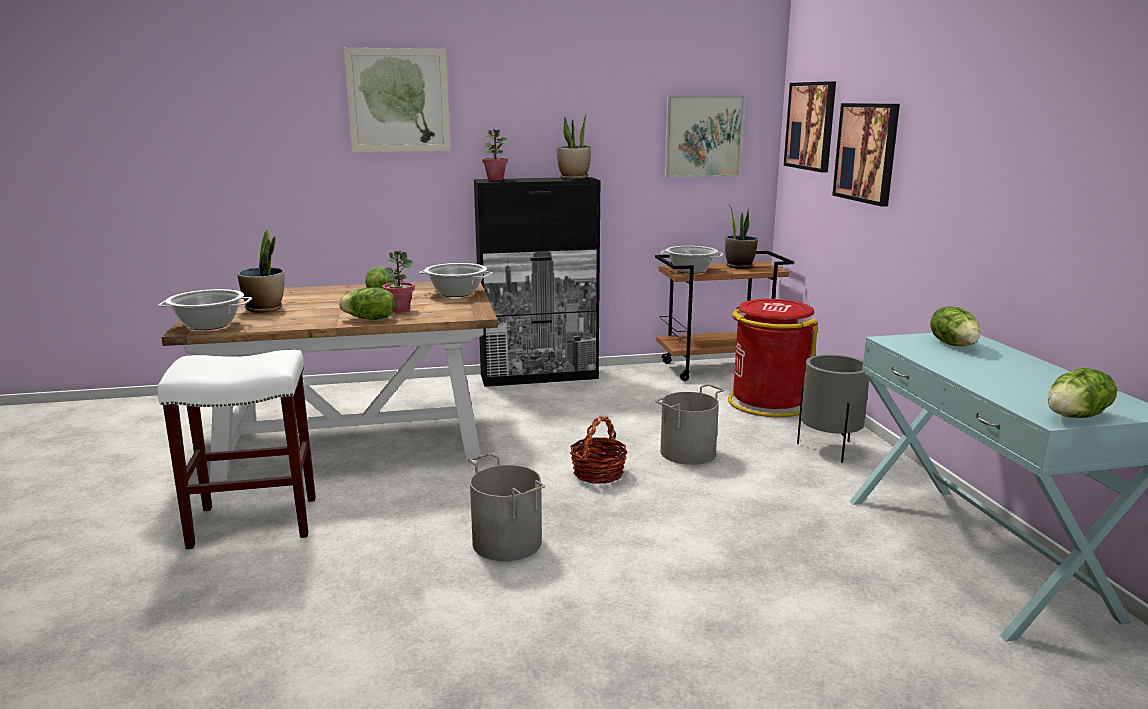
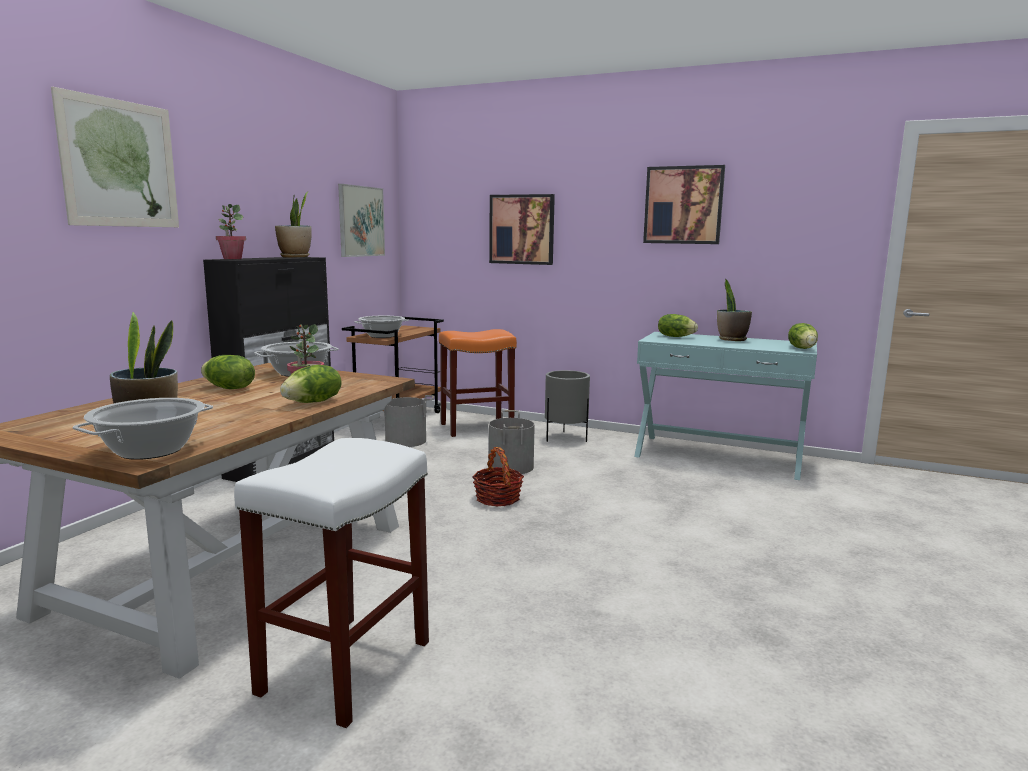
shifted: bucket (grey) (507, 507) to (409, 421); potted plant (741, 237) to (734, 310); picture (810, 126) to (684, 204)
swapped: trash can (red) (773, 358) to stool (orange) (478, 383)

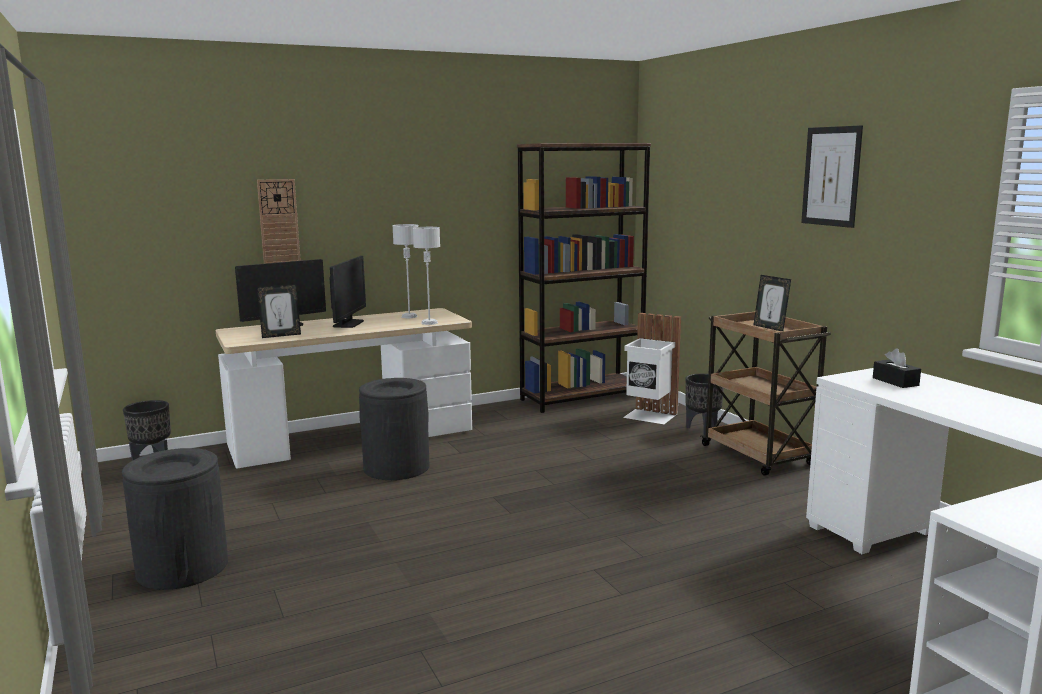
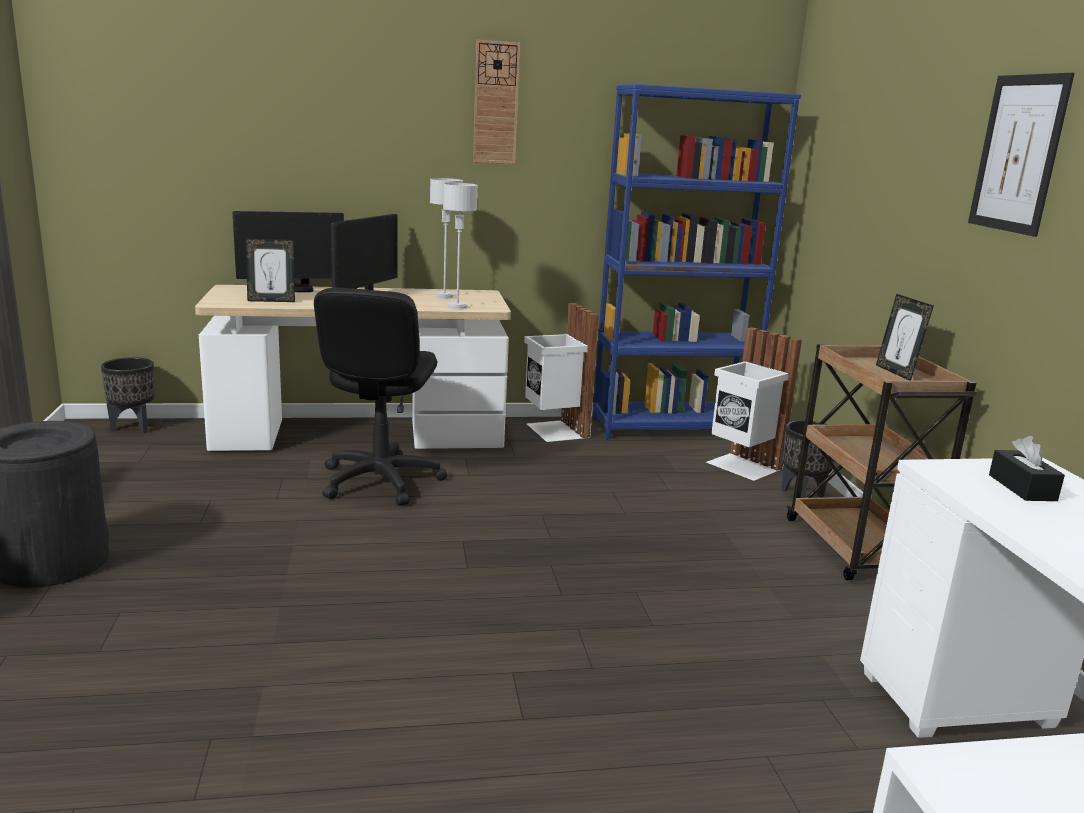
new: trash can (white) (561, 372)
shifted: wall clock (279, 221) to (496, 102)
swapped: trash can (black) (394, 429) to office chair (black) (380, 396)
repainted: bookcase (brown) (584, 278) to bookcase (blue) (696, 261)

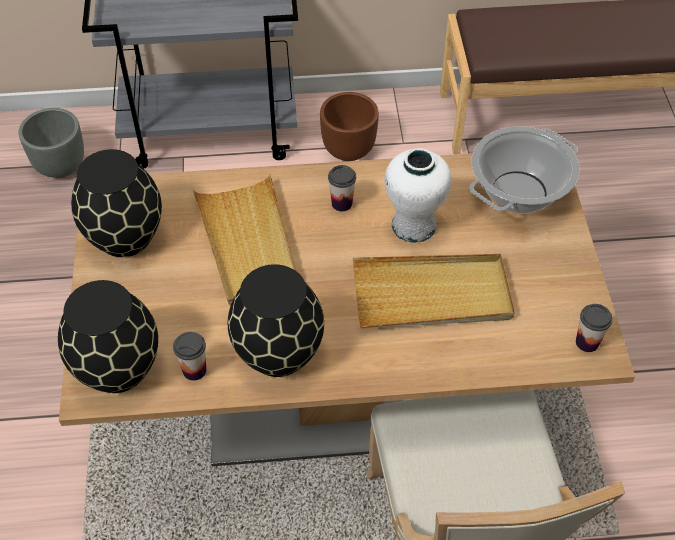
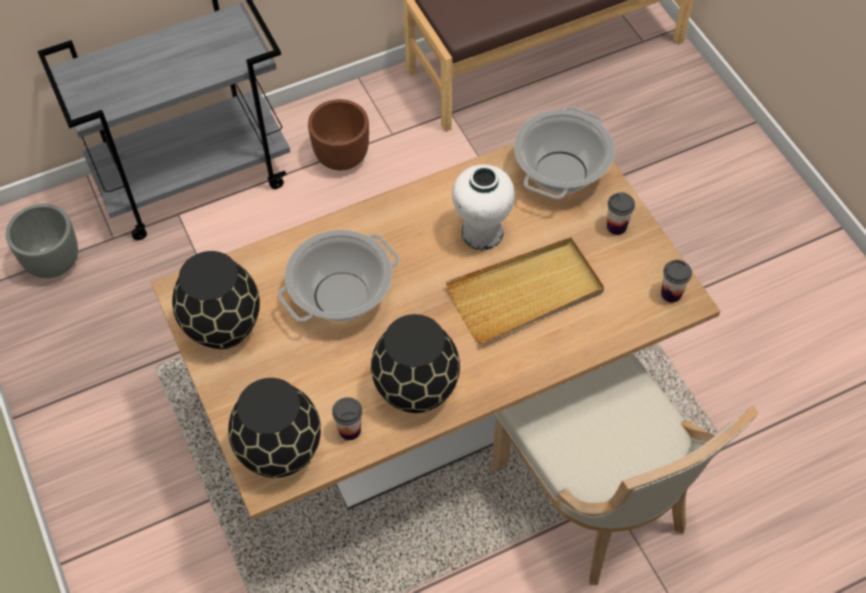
shifted: cup (342, 188) to (621, 213)
swapped: tray (beige) (245, 239) to cooking pot (338, 276)

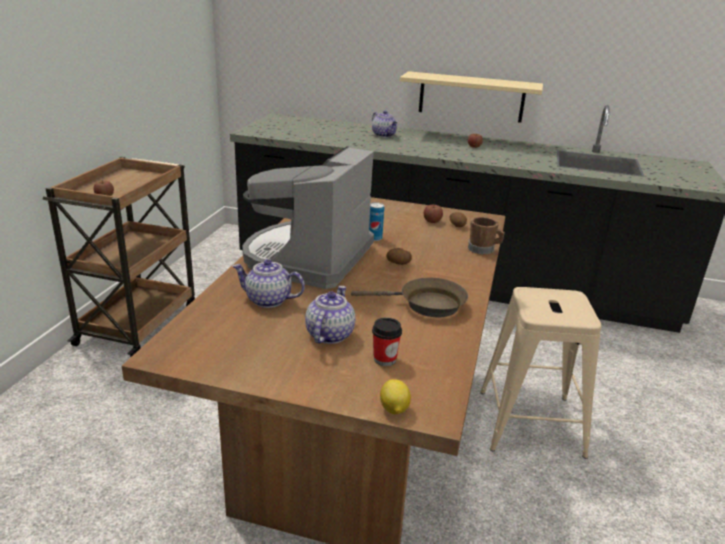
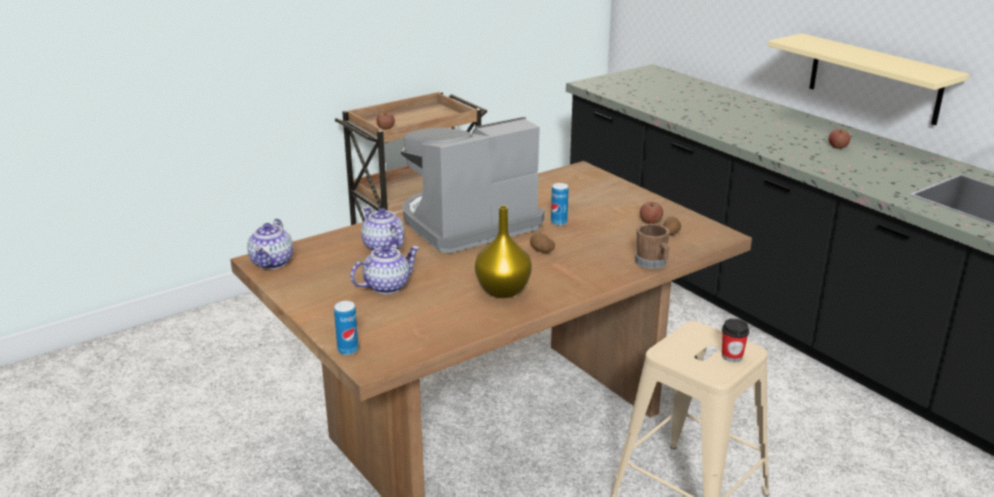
shifted: teapot (385, 123) to (270, 244); cup (387, 342) to (736, 340)
swapped: frying pan (brown) (409, 297) to vase (yellow) (503, 252); lemon (395, 396) to can (346, 328)

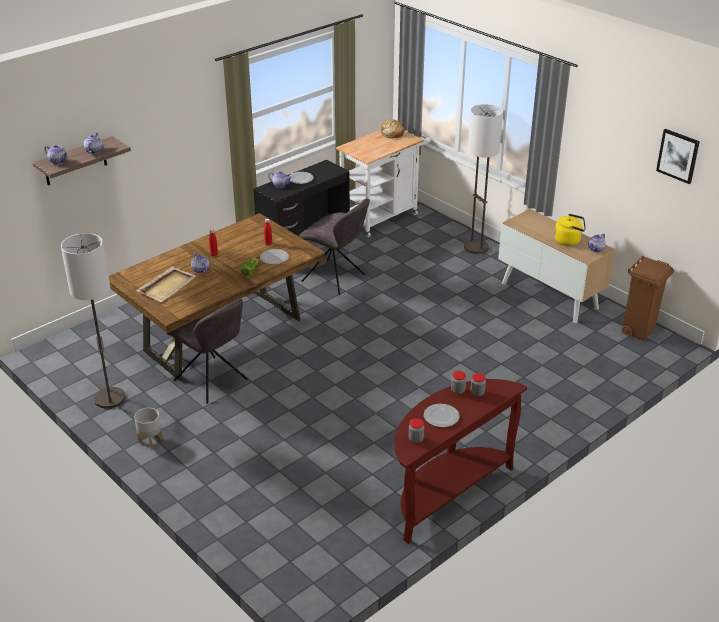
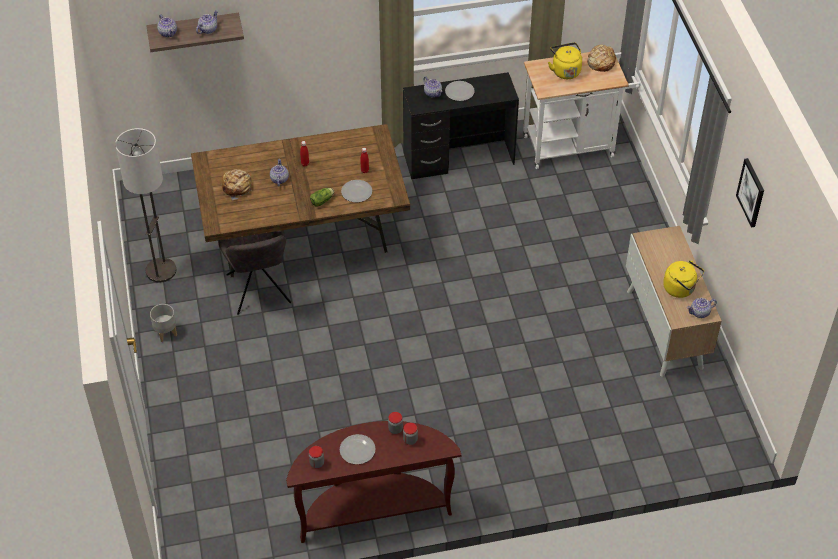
gone: chair (grey) (334, 246); floor lamp (483, 179); trash can (brown) (648, 298)
new: kettle (yellow) (565, 60)
shifted: picture (678, 156) to (750, 193)
swapped: tray (beige) (166, 284) to bread (237, 184)

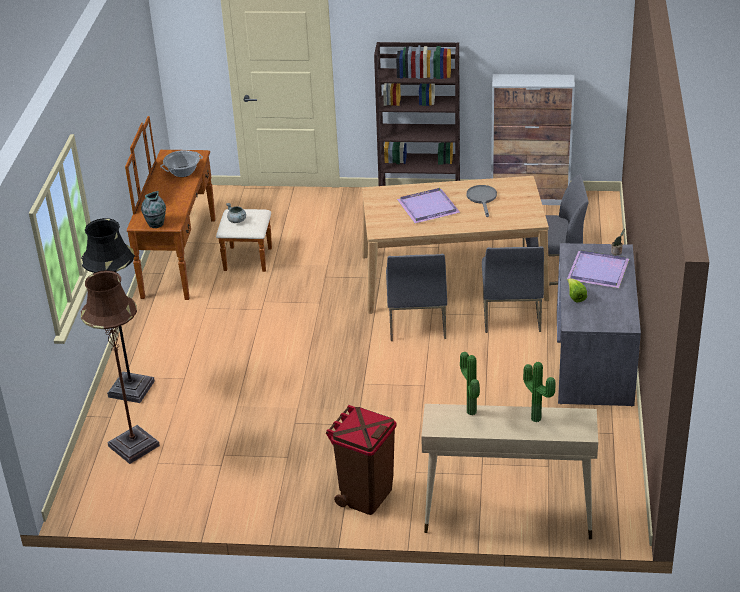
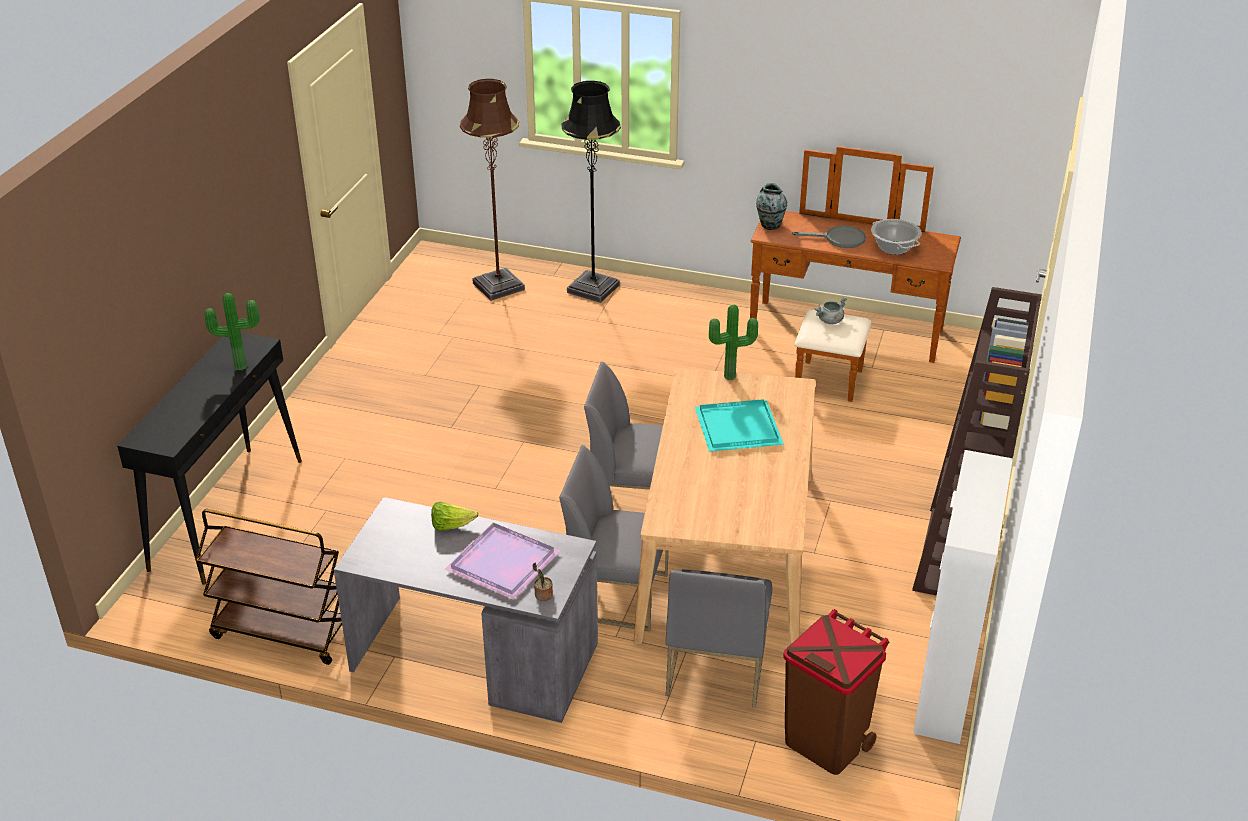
new: cart (brown) (268, 587)
shifted: trash can (brown) (361, 460) to (836, 692); frying pan (grey) (482, 201) to (829, 237); potted plant (539, 392) to (733, 342)
repainted: tray (purple) (428, 205) to tray (turquoise) (739, 425); console table (beige) (509, 472) to console table (black) (209, 458)

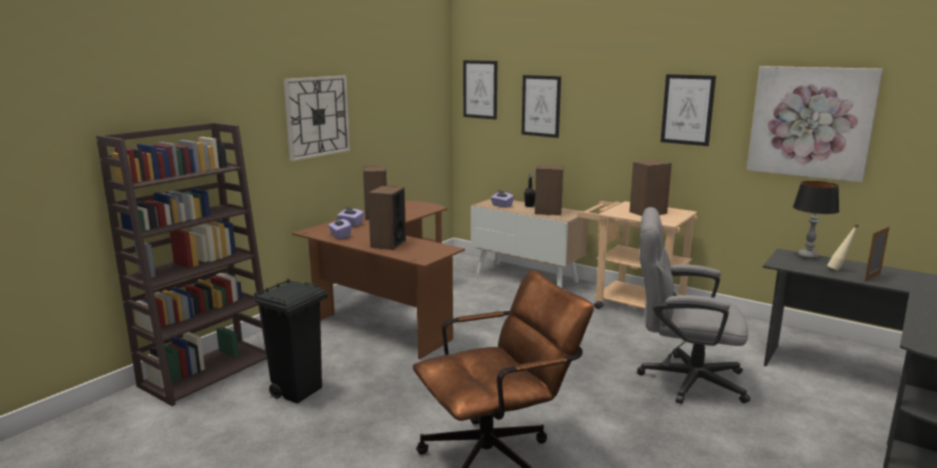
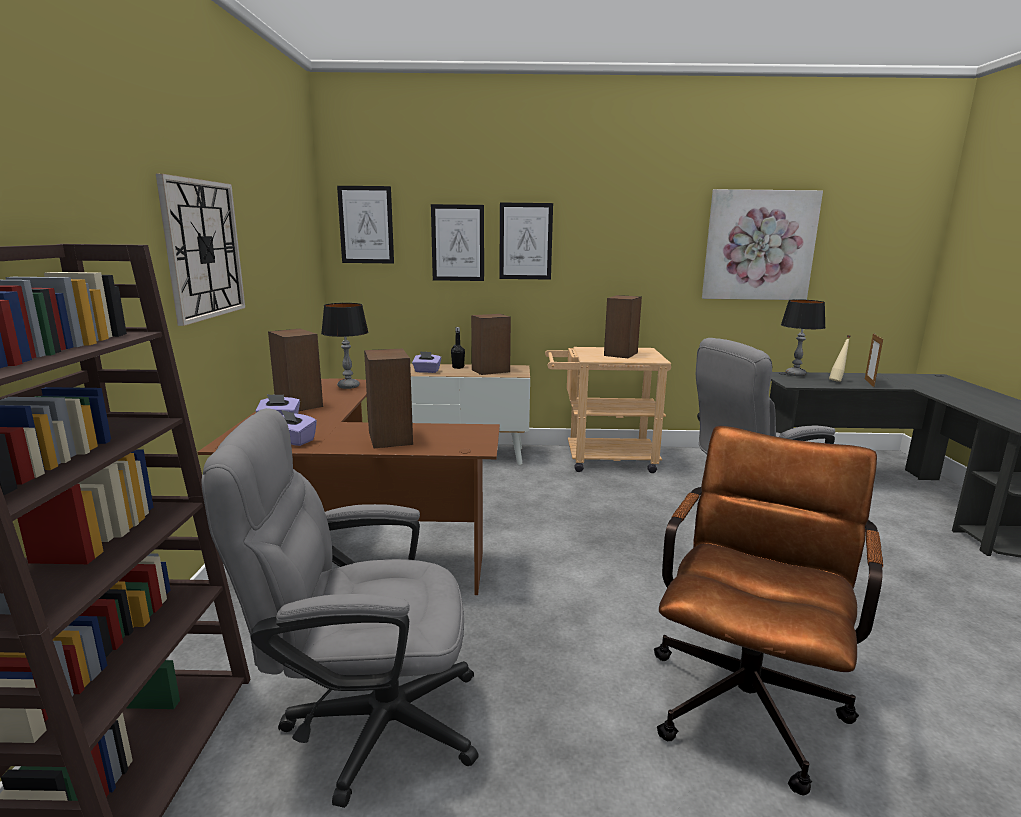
new: table lamp (344, 346)
shifted: picture (688, 110) to (526, 241)
swapped: trash can (black) (290, 341) to office chair (grey) (340, 608)

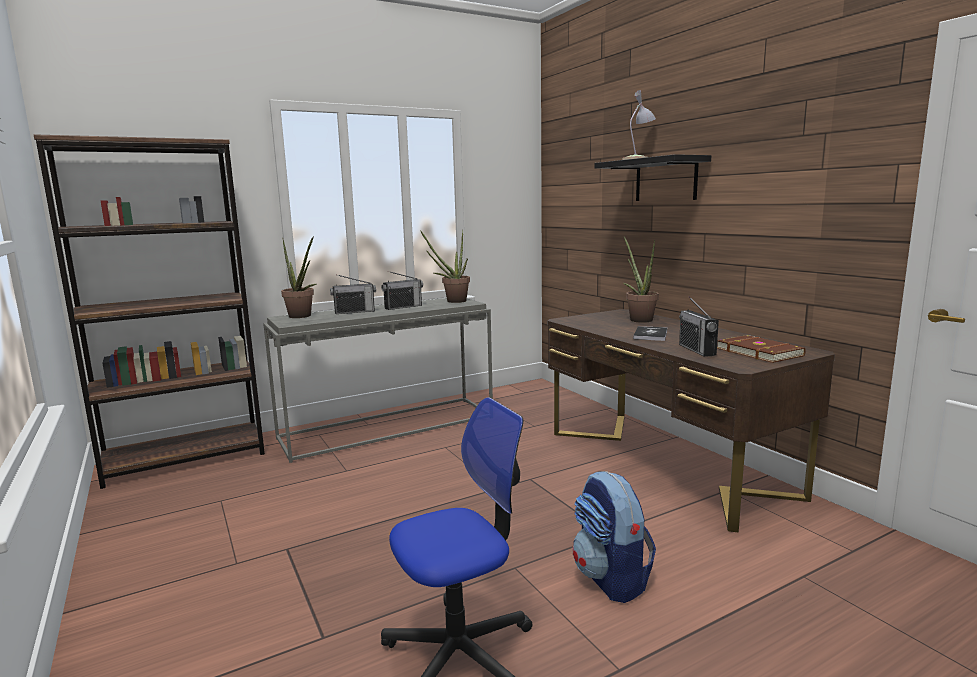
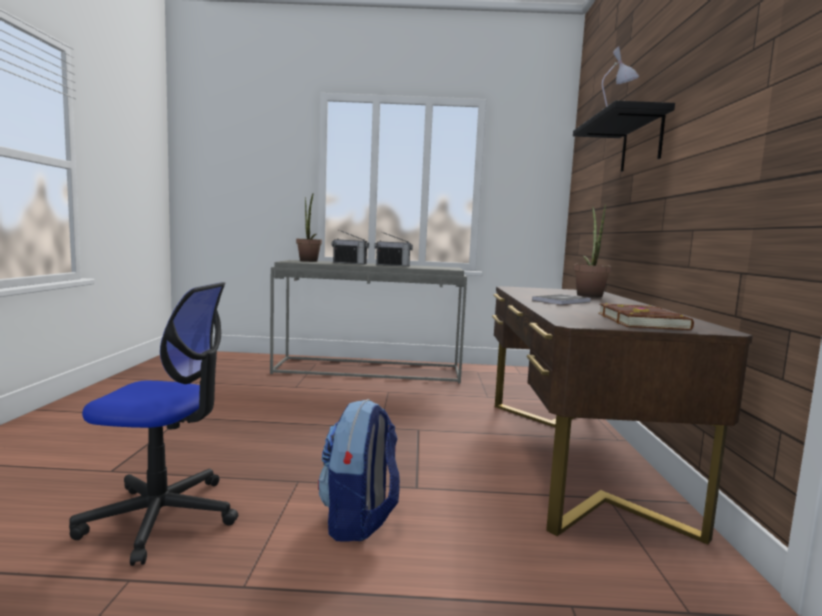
gone: bookcase (brown) (149, 311); potted plant (445, 266); radio (699, 327)

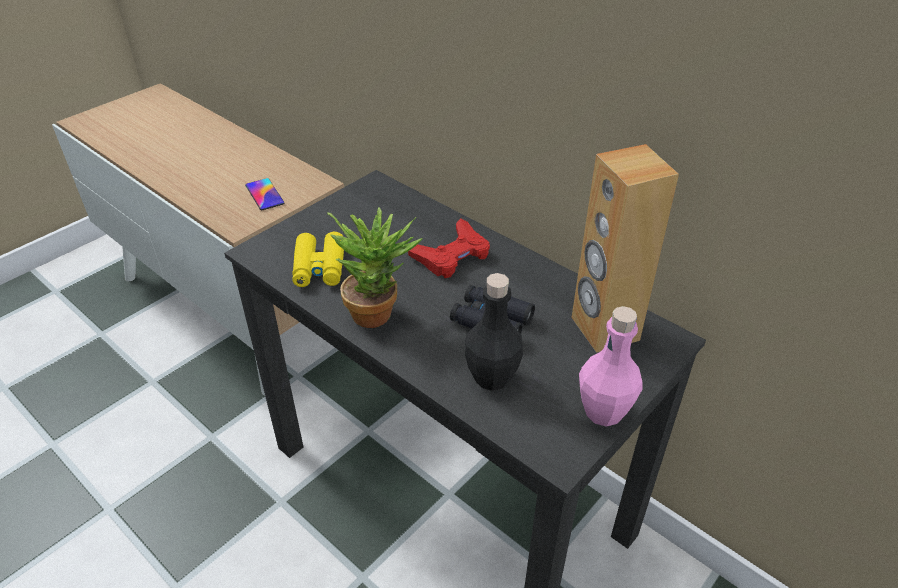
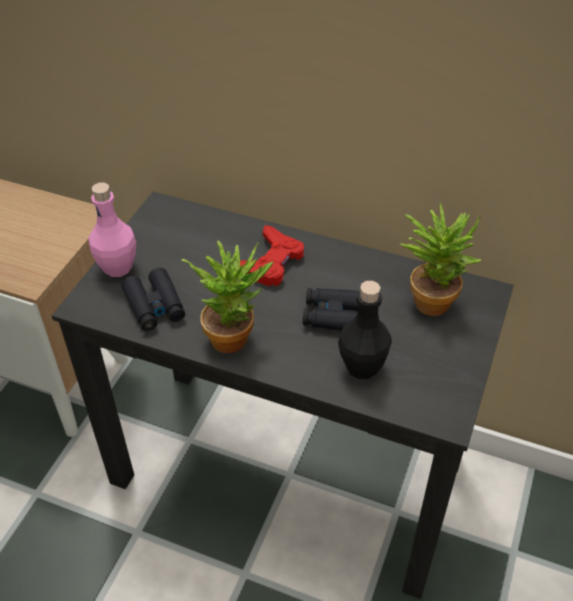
gone: phone (264, 194)
shifted: bottle (pink) (610, 366) to (112, 230)
swapped: speaker (brown) (625, 248) to potted plant (441, 259)
repainted: binoculars (yellow) (318, 259) to binoculars (black) (153, 299)

